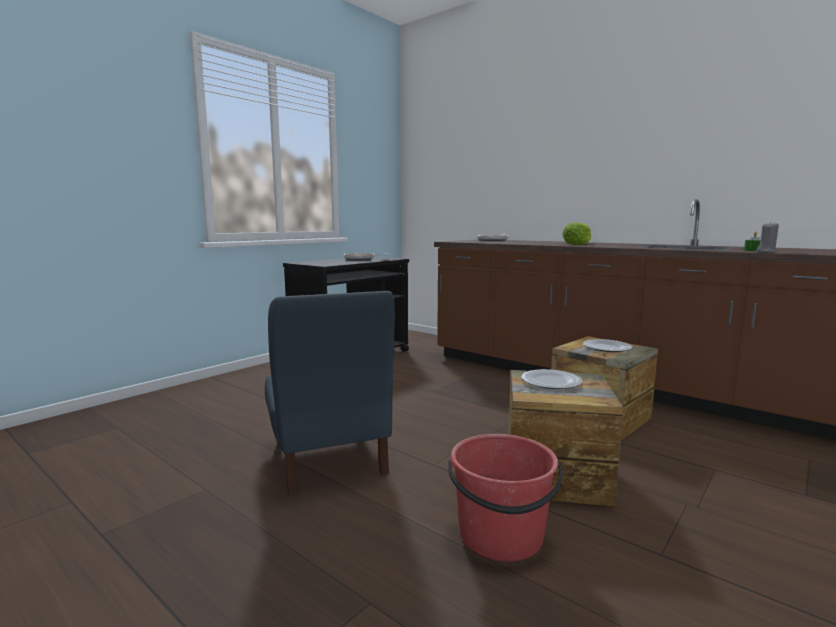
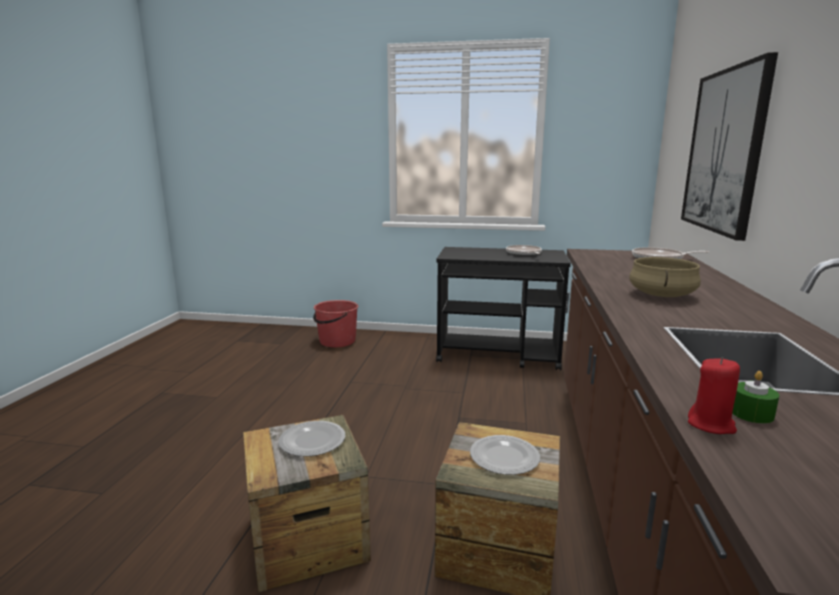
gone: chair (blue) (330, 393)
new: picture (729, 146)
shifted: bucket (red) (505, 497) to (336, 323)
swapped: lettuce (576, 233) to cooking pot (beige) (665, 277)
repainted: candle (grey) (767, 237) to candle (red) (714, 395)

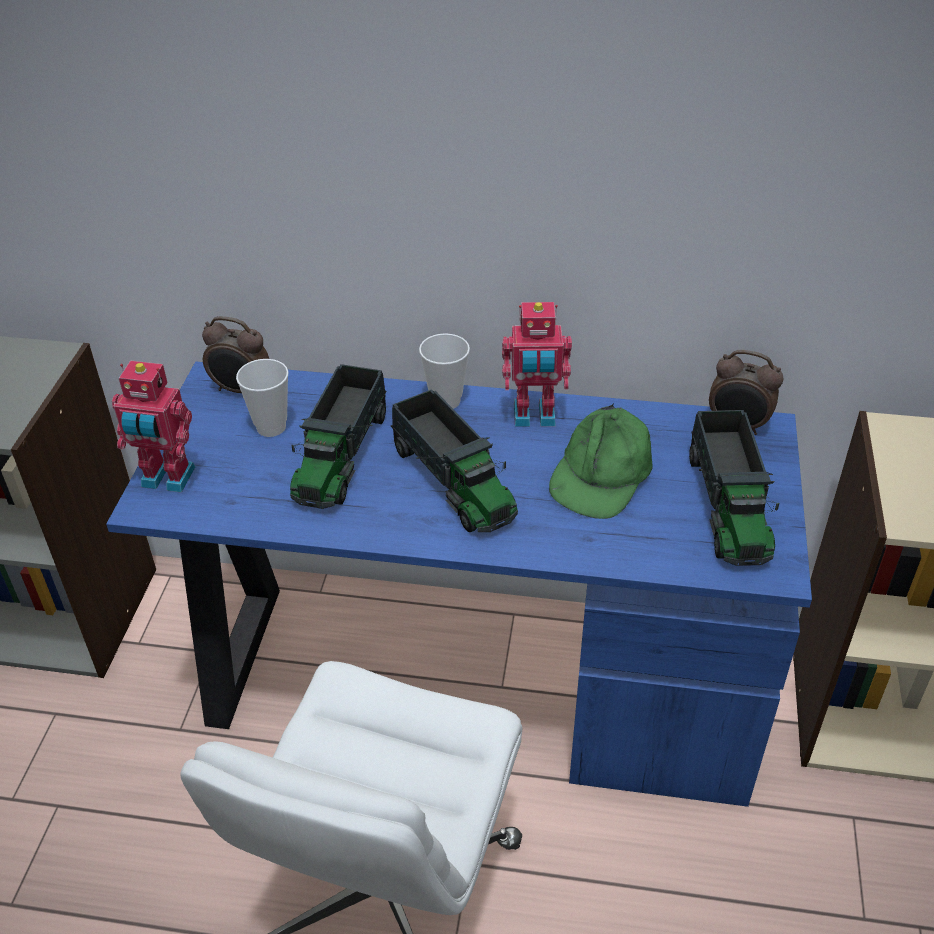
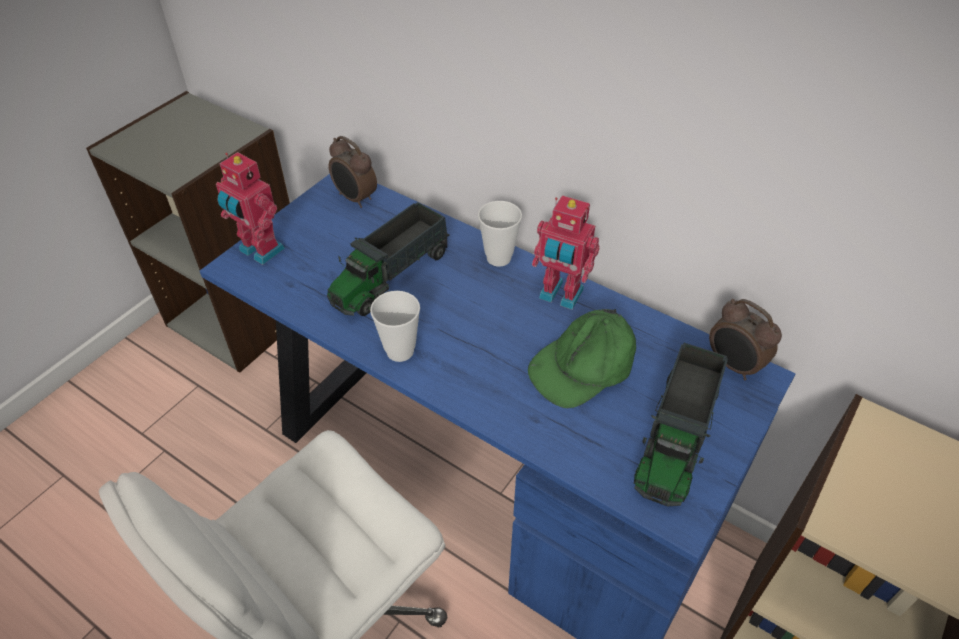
gone: toy truck (454, 460)
shifted: cup (262, 398) to (395, 326)

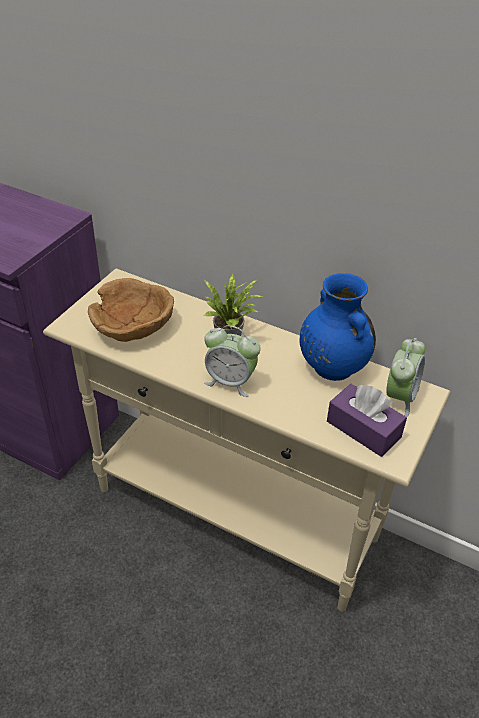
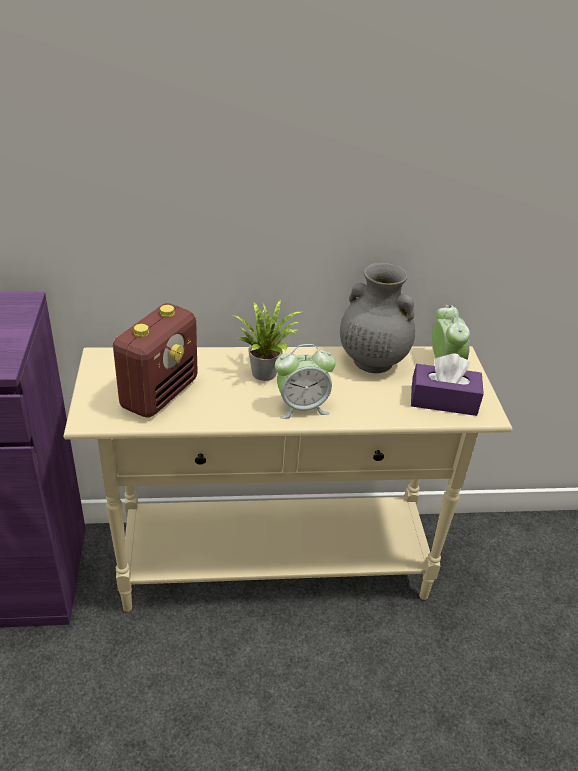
swapped: bowl (brown) (131, 310) to radio (155, 360)
repainted: vase (blue) (338, 327) to vase (grey) (377, 318)

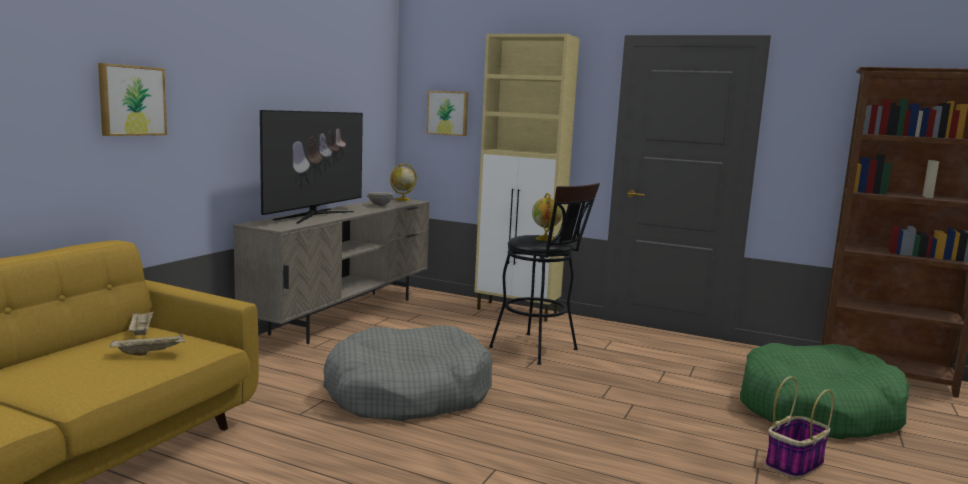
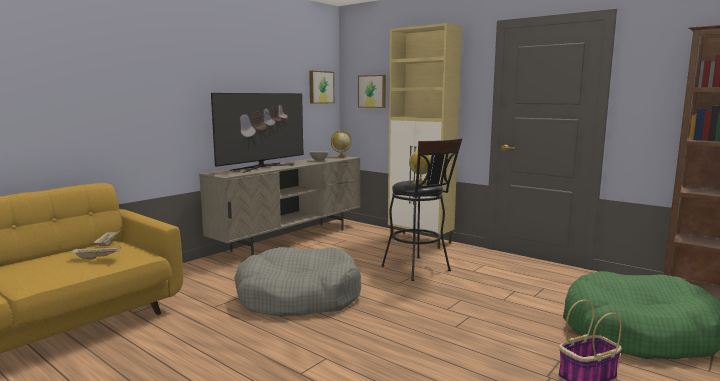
shifted: picture (132, 99) to (321, 87)

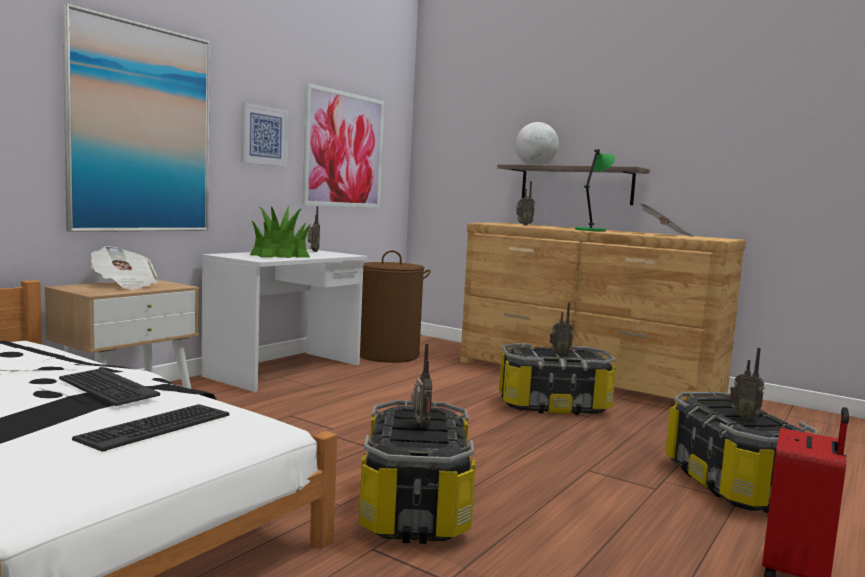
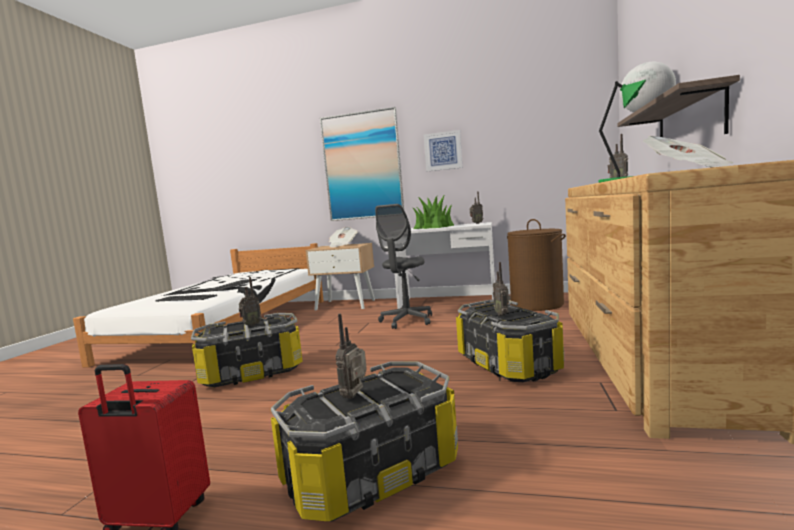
gone: picture (343, 145)
new: office chair (grey) (403, 266)

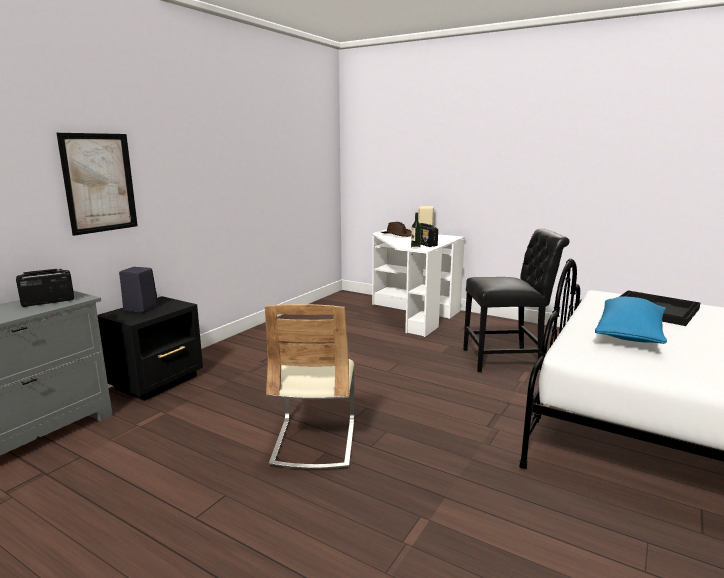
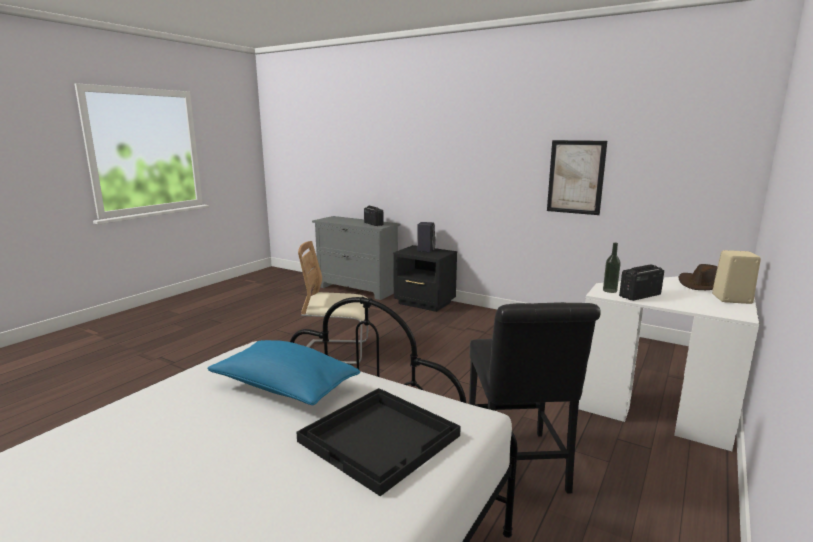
shifted: picture (97, 184) to (577, 177)

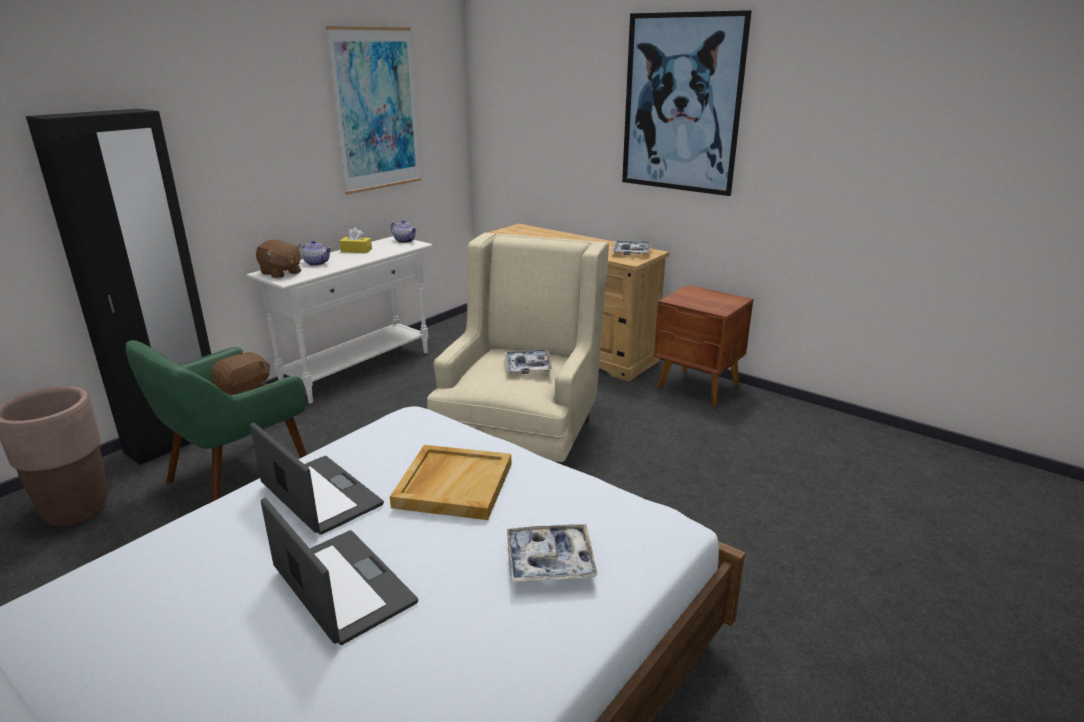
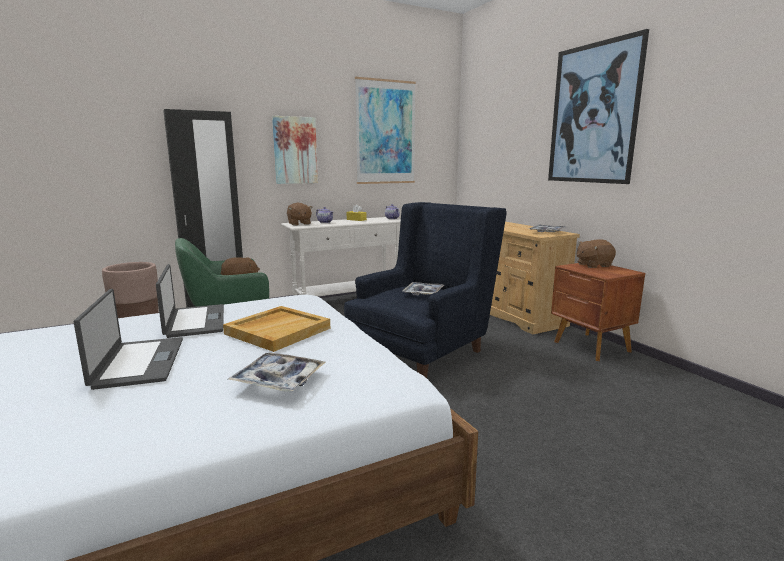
new: picture (295, 150); plush toy (brown) (596, 254)
repainted: armchair (beige) (518, 348) to armchair (blue) (425, 290)

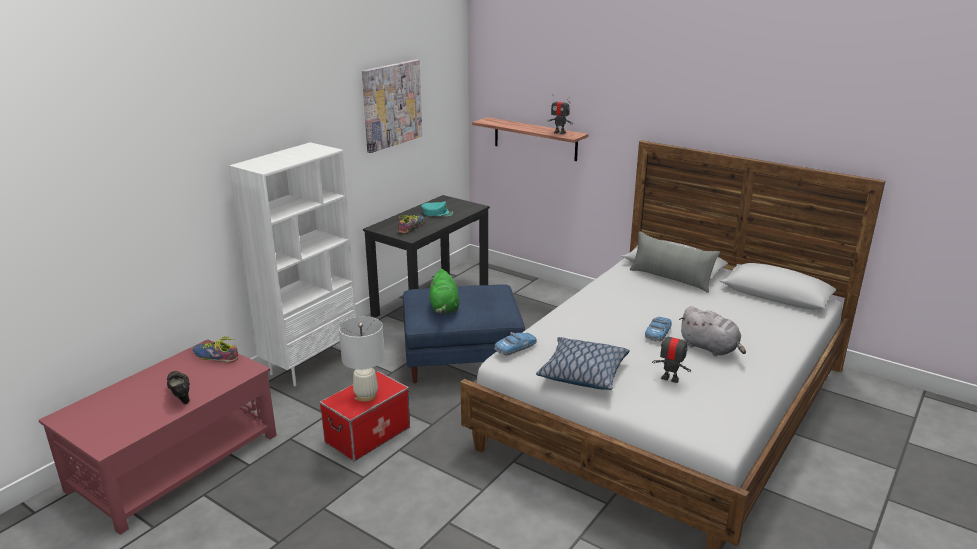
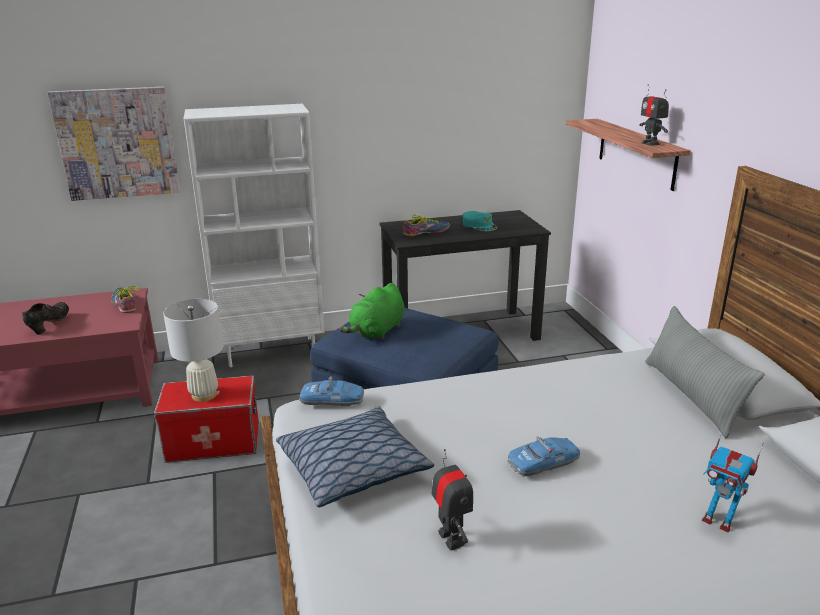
gone: plush toy (grey) (712, 331)
new: toy robot (732, 480)
shifted: picture (392, 106) to (114, 144)

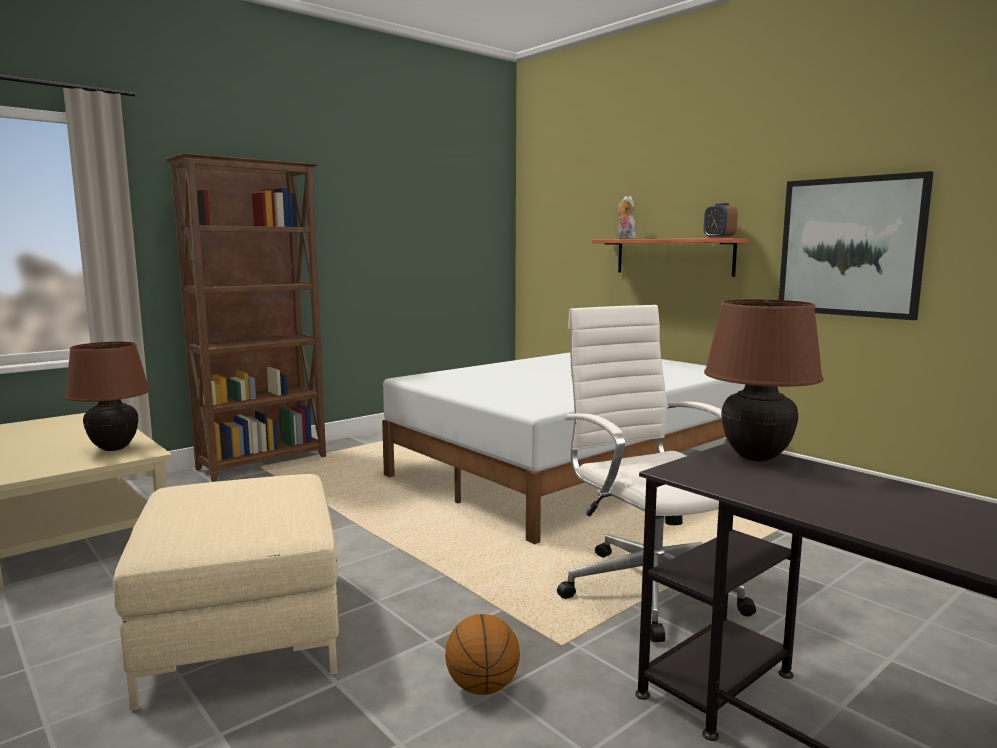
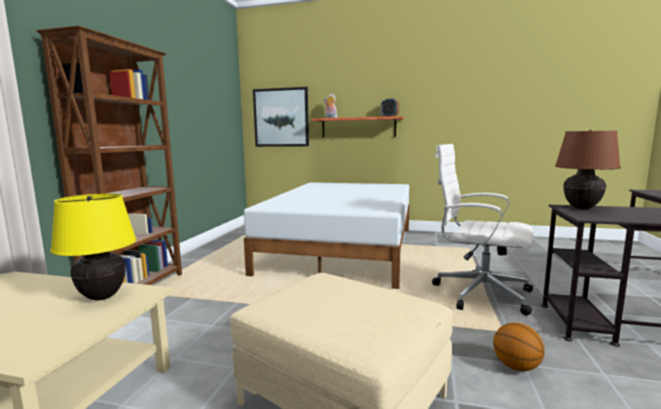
shifted: picture (856, 245) to (281, 117)
repainted: table lamp (brown) (107, 396) to table lamp (yellow) (93, 246)

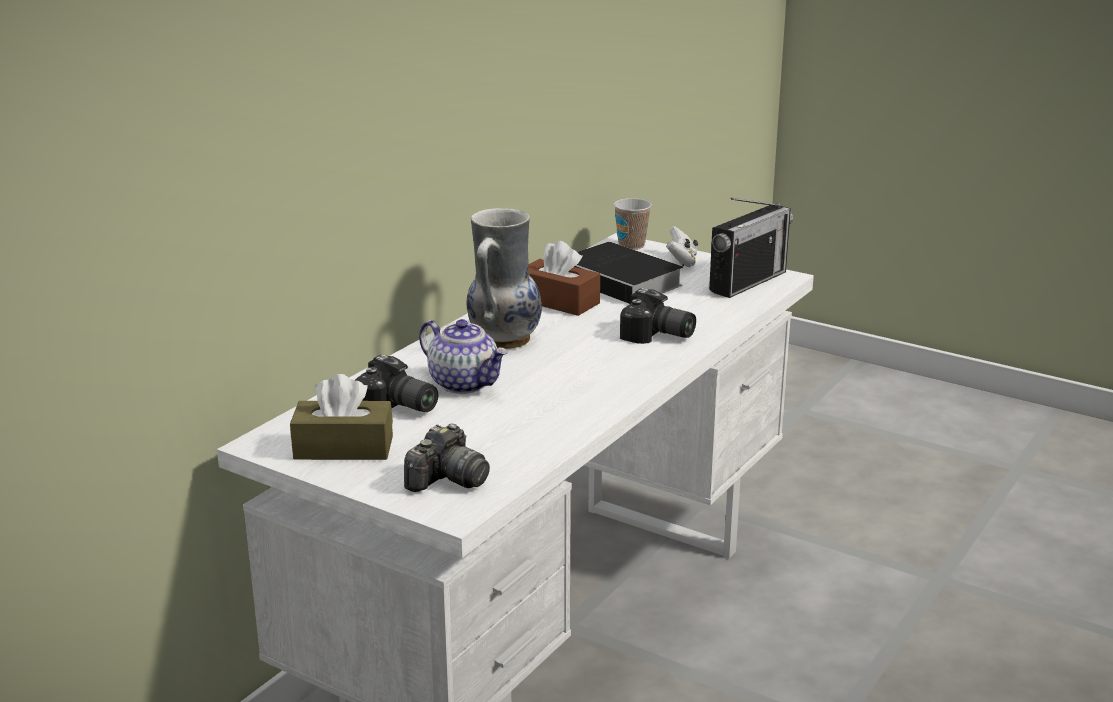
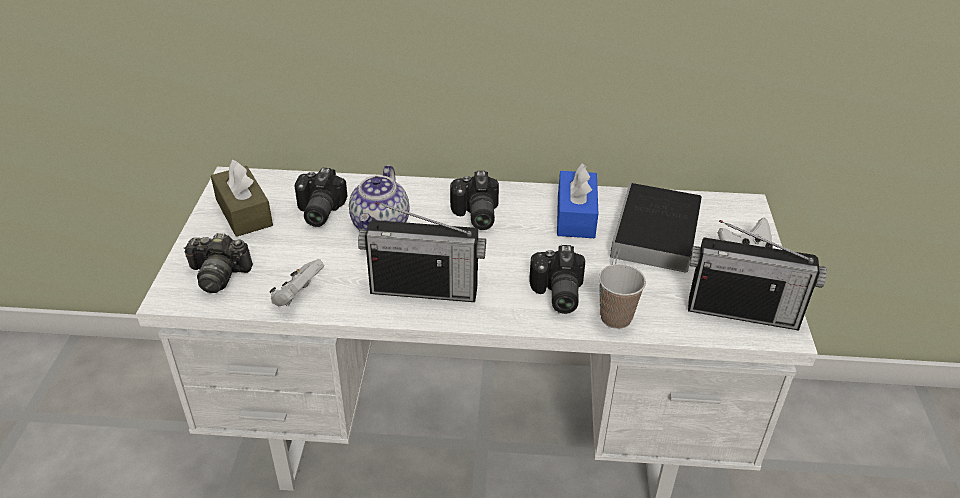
new: game controller (white) (297, 282); radio (422, 252)
shifted: cup (633, 224) to (622, 296)
swapped: vase (504, 278) to photo camera (474, 200)
repainted: tissue box (brown) (564, 278) to tissue box (blue) (577, 200)

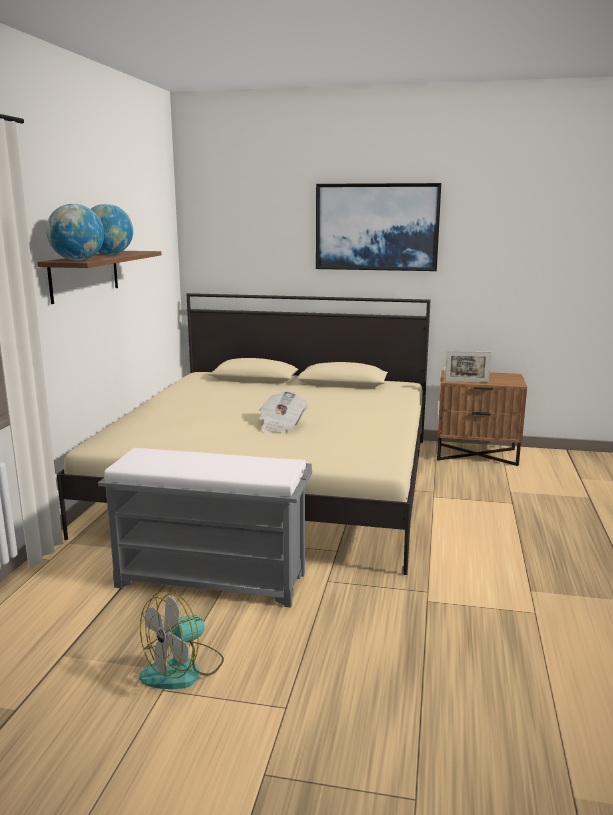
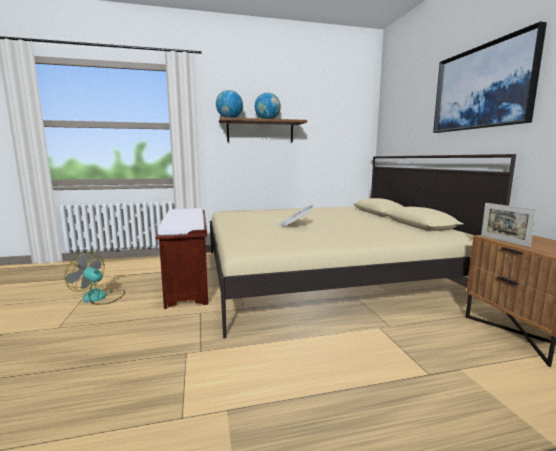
repainted: bench (grey) (205, 528) to bench (brown) (181, 258)

